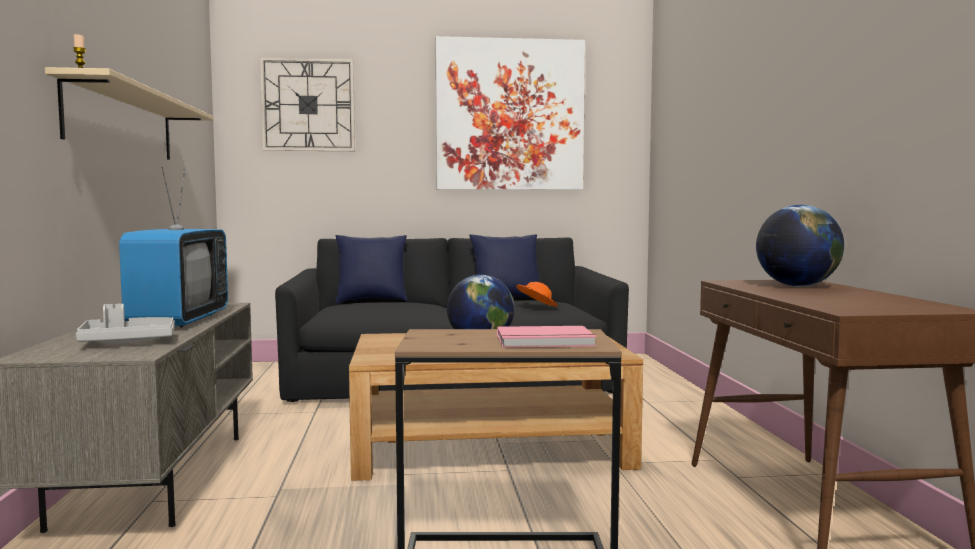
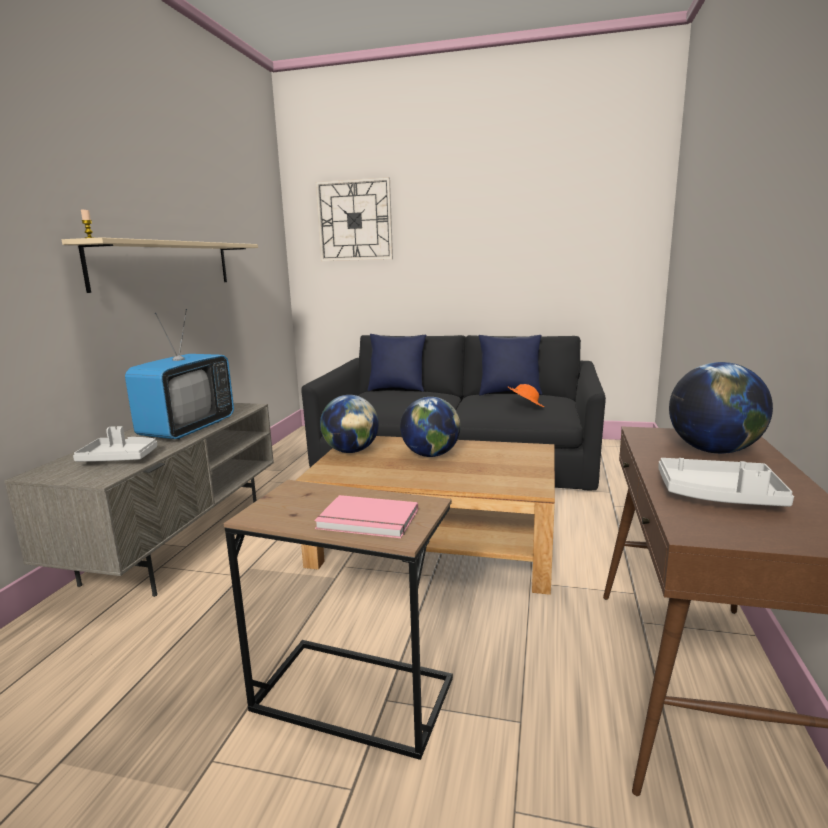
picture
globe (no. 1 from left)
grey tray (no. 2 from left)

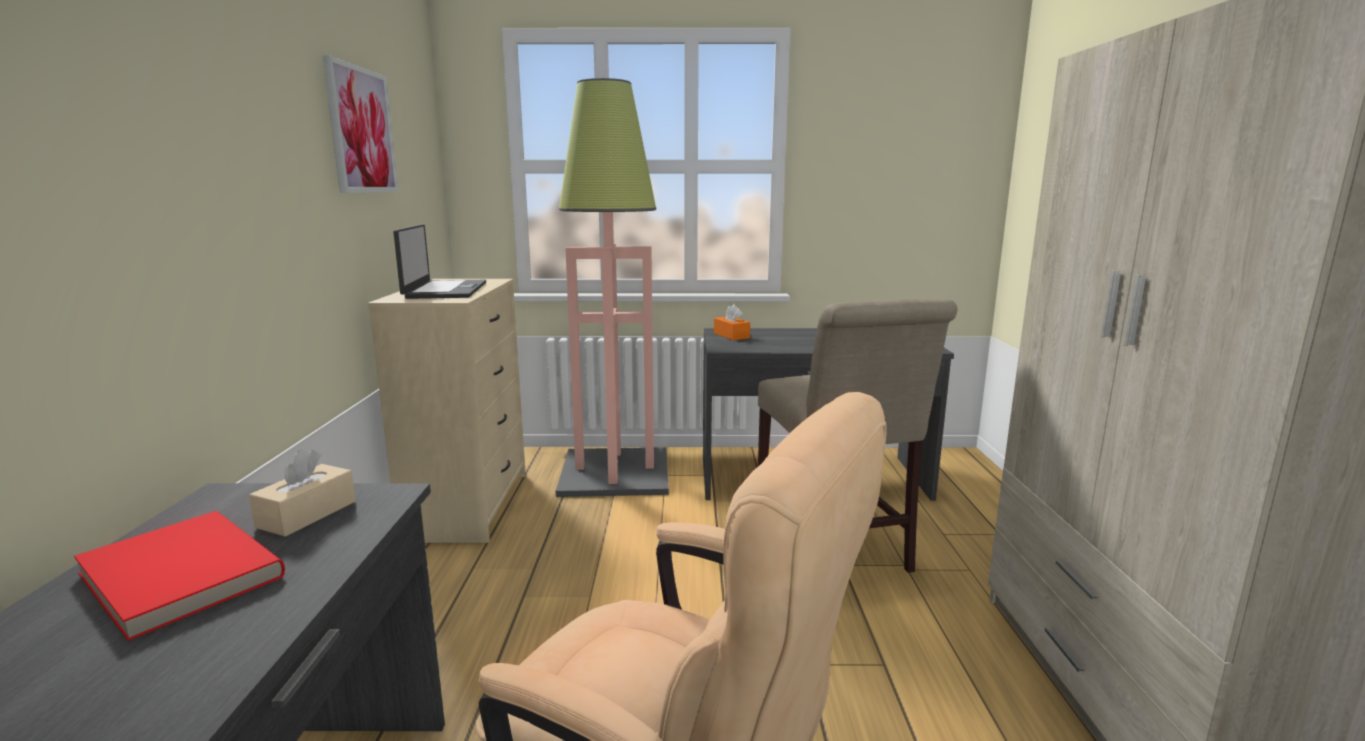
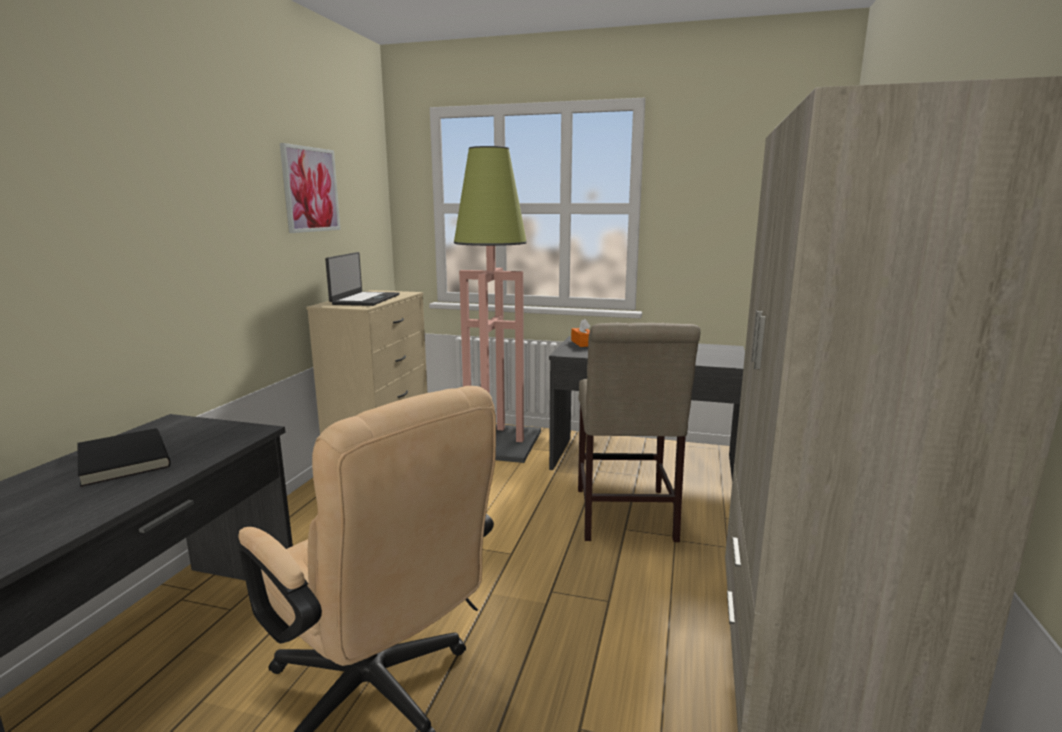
beige tissue box
black book

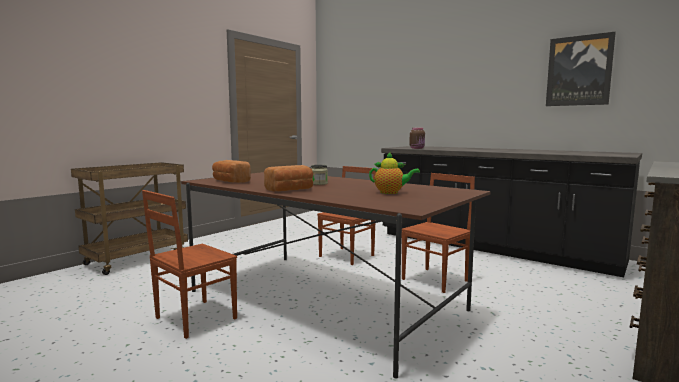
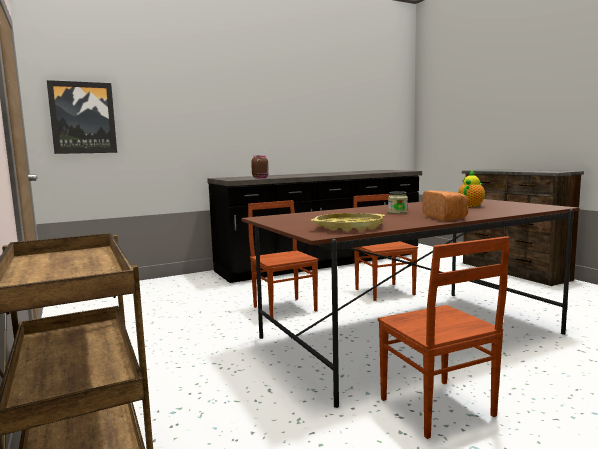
picture
yellow tray

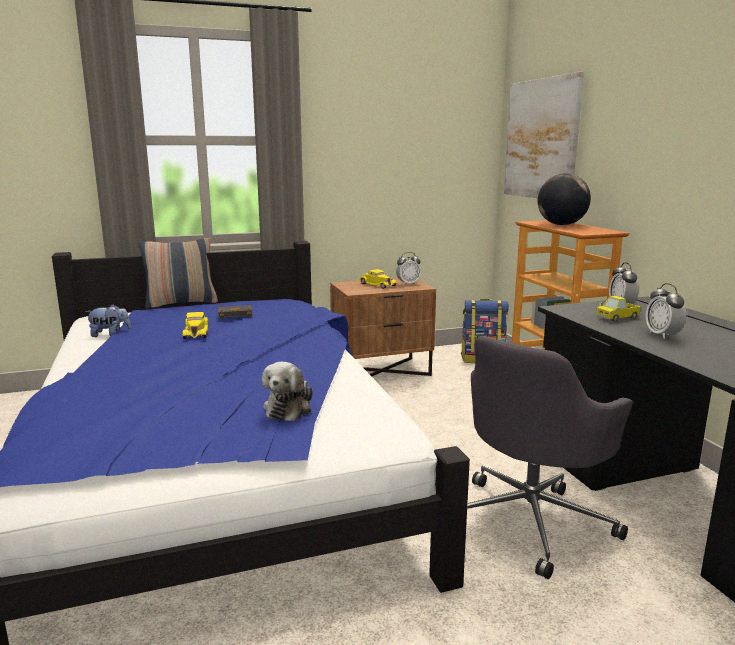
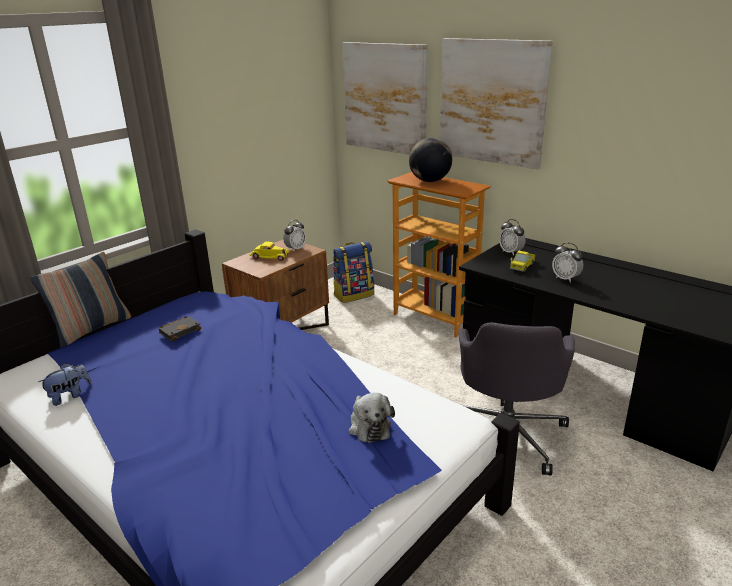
yellow toy car (no. 1 from left in the first image)
picture (no. 2 from left)

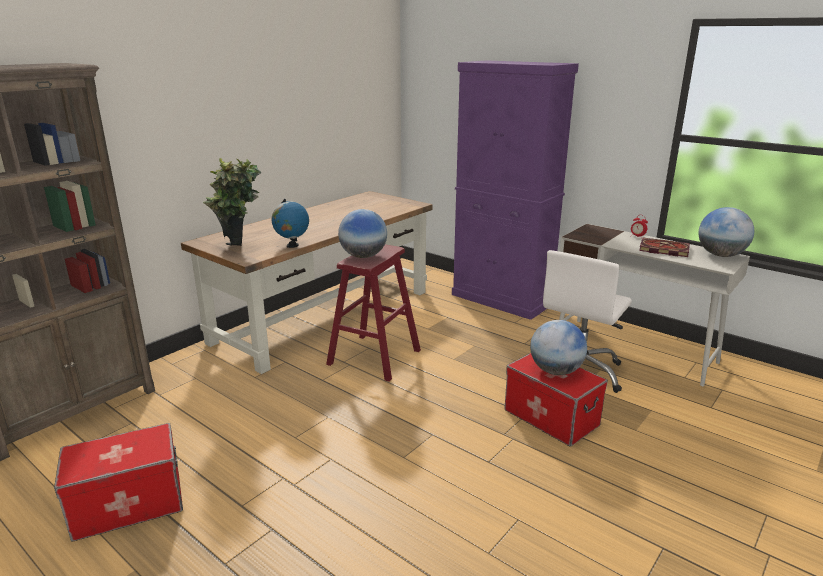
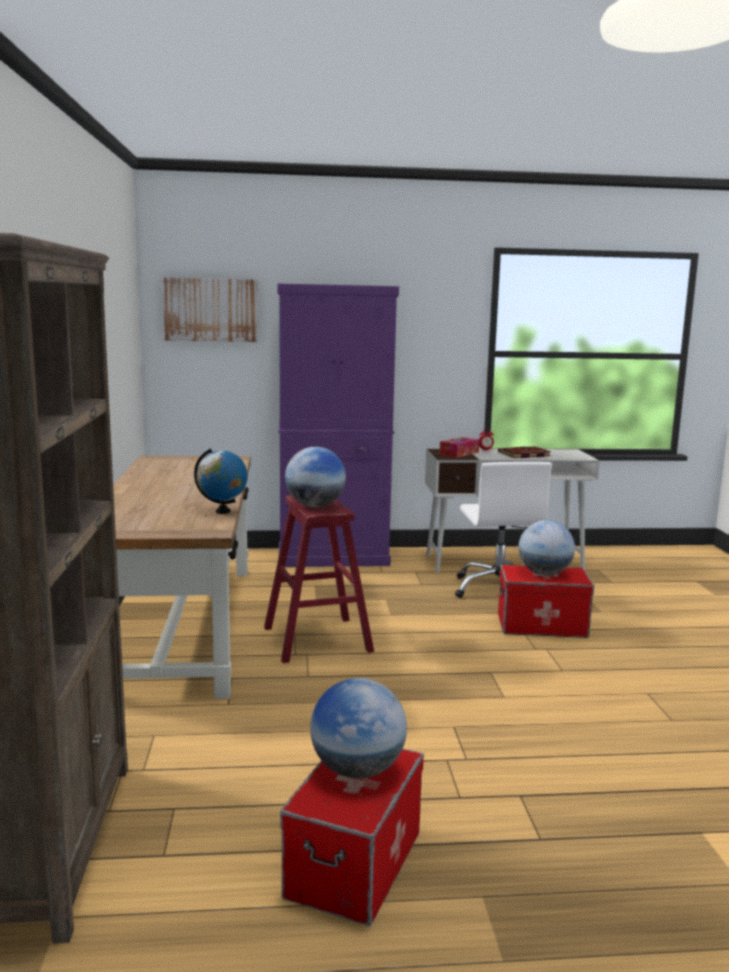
potted plant
globe (no. 3 from left)
picture
tissue box

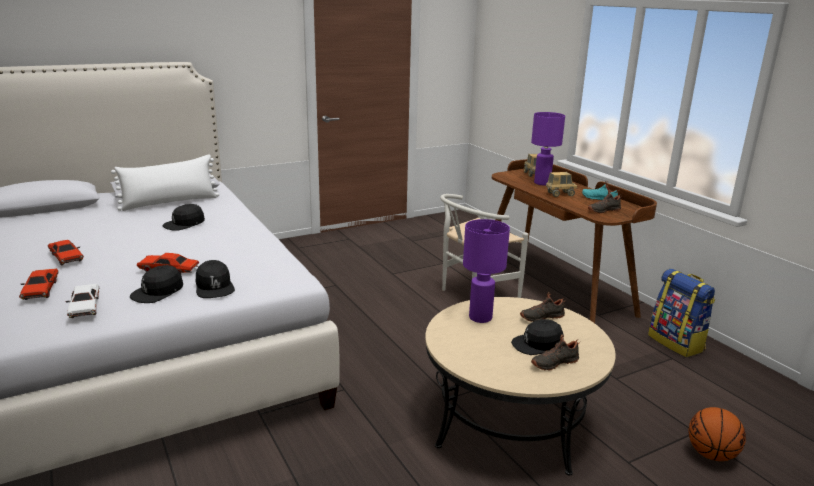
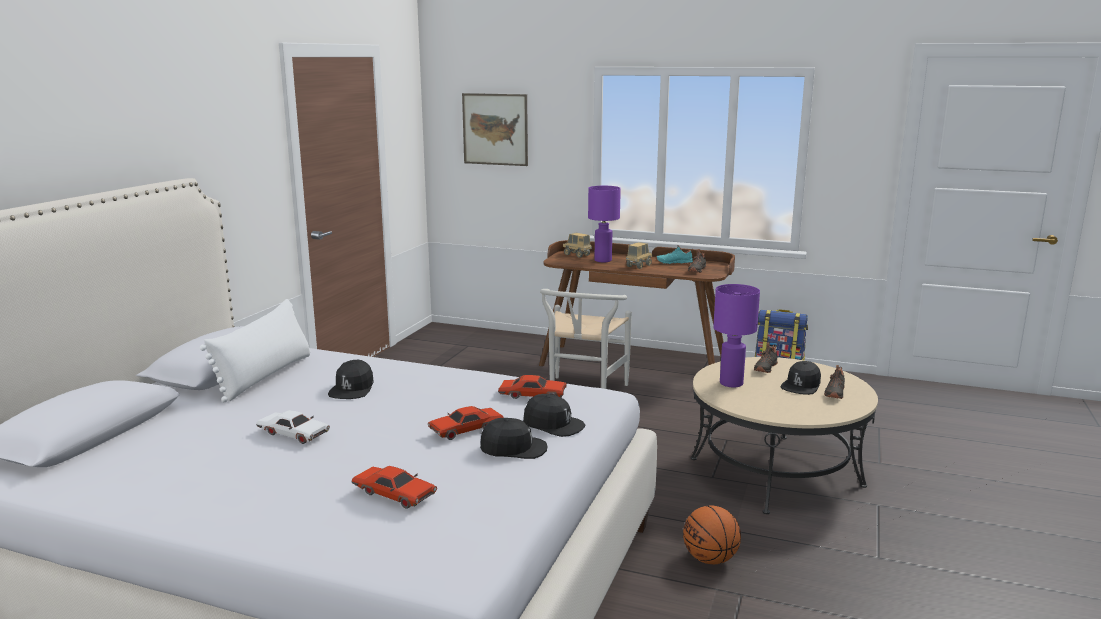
red toy car (no. 3 from left)
black cap (no. 2 from left)
white toy car
basketball
picture

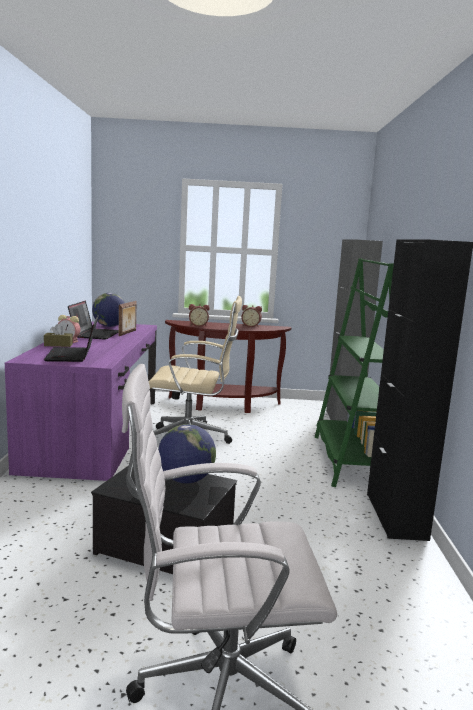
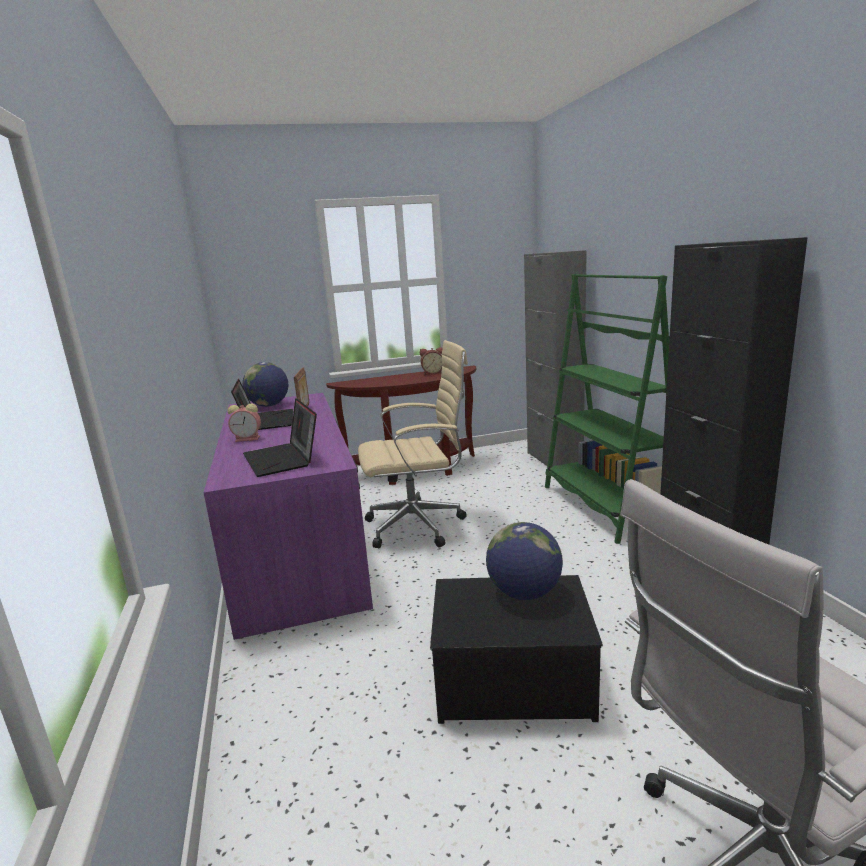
alarm clock (no. 2 from left in the first image)
brown tissue box

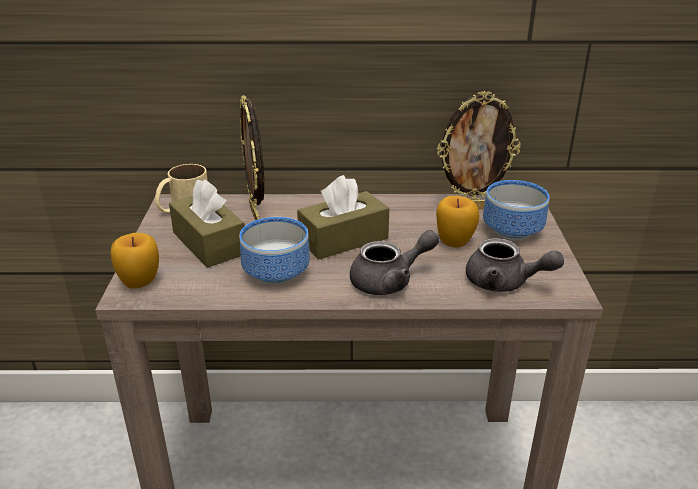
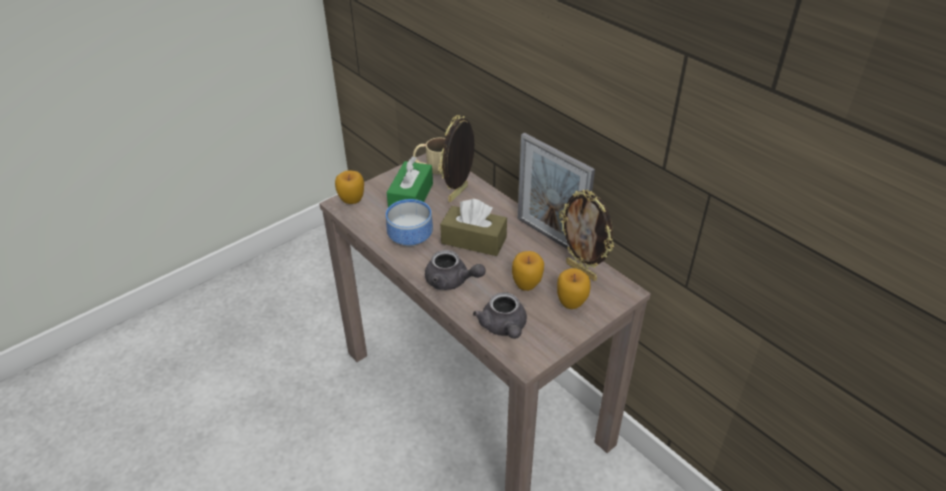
green tissue box
apple (no. 3 from left)
picture frame (no. 2 from left)

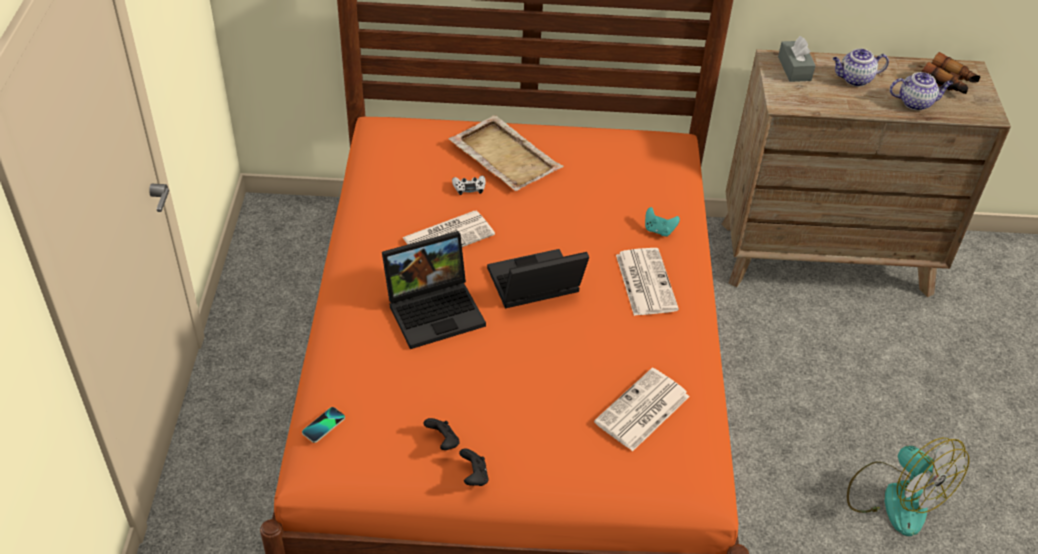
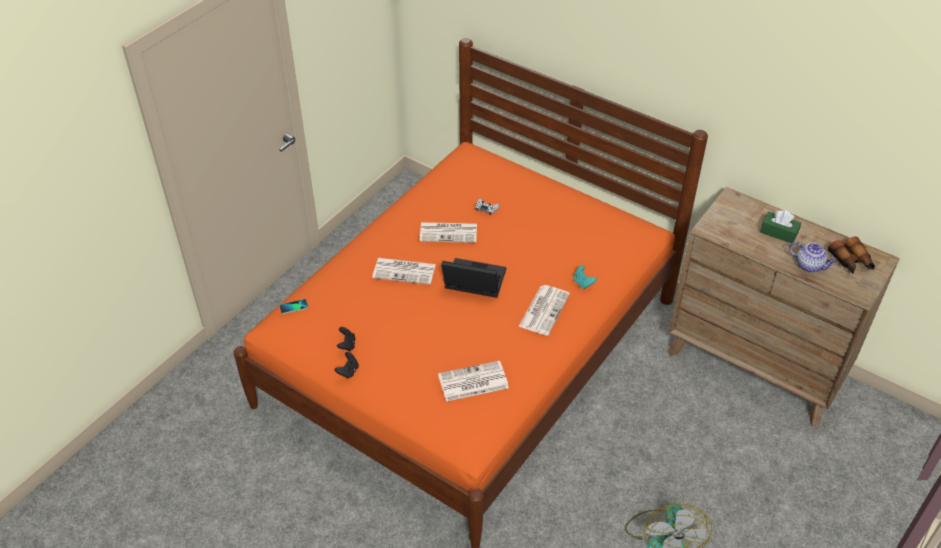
grey tissue box
green tissue box
beige tray
newspaper (no. 1 from left)

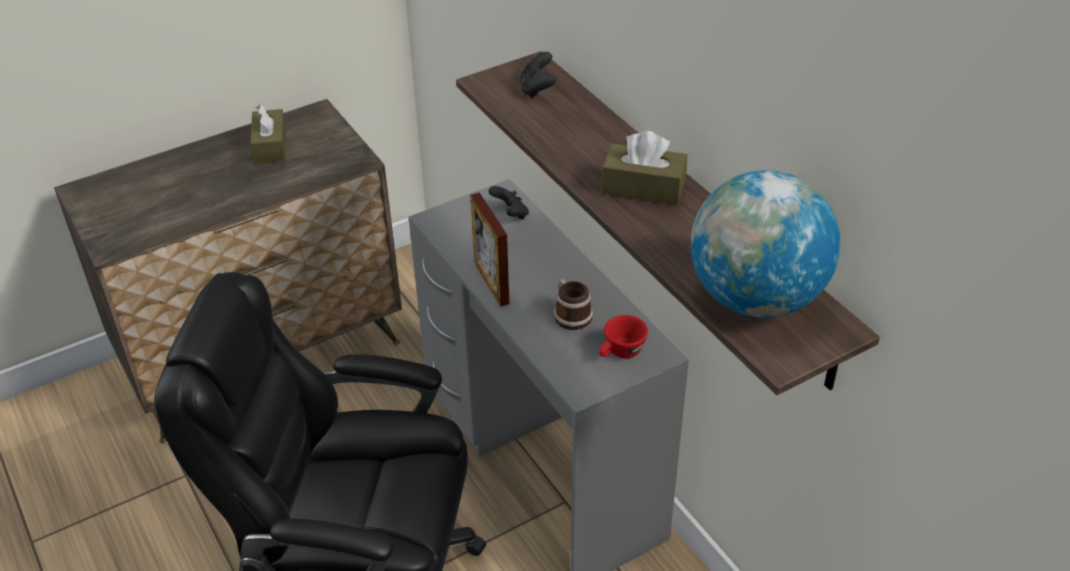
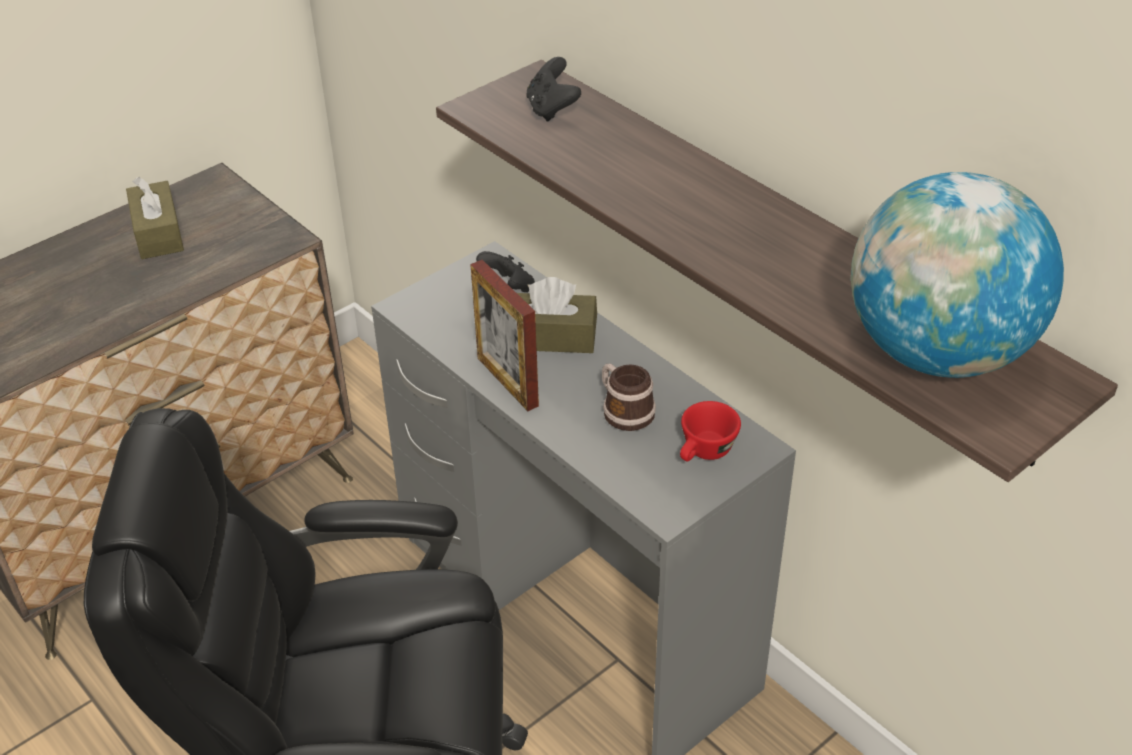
brown tissue box (no. 2 from left)

